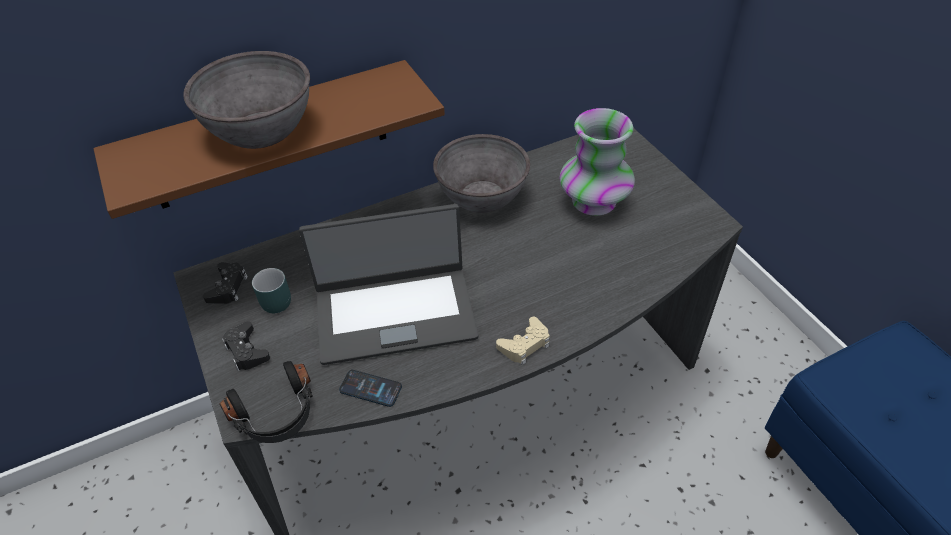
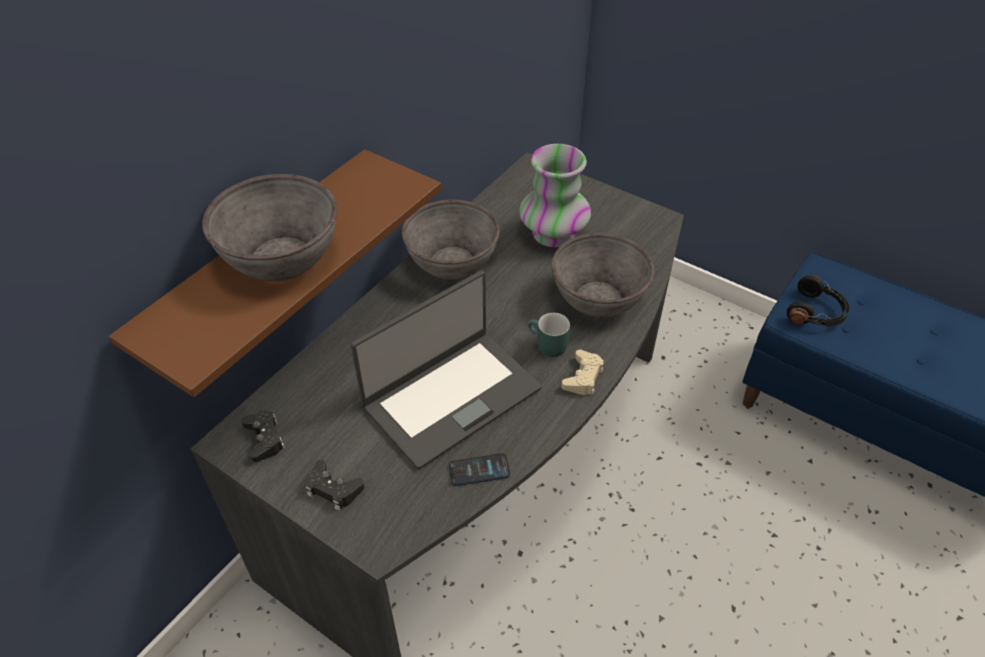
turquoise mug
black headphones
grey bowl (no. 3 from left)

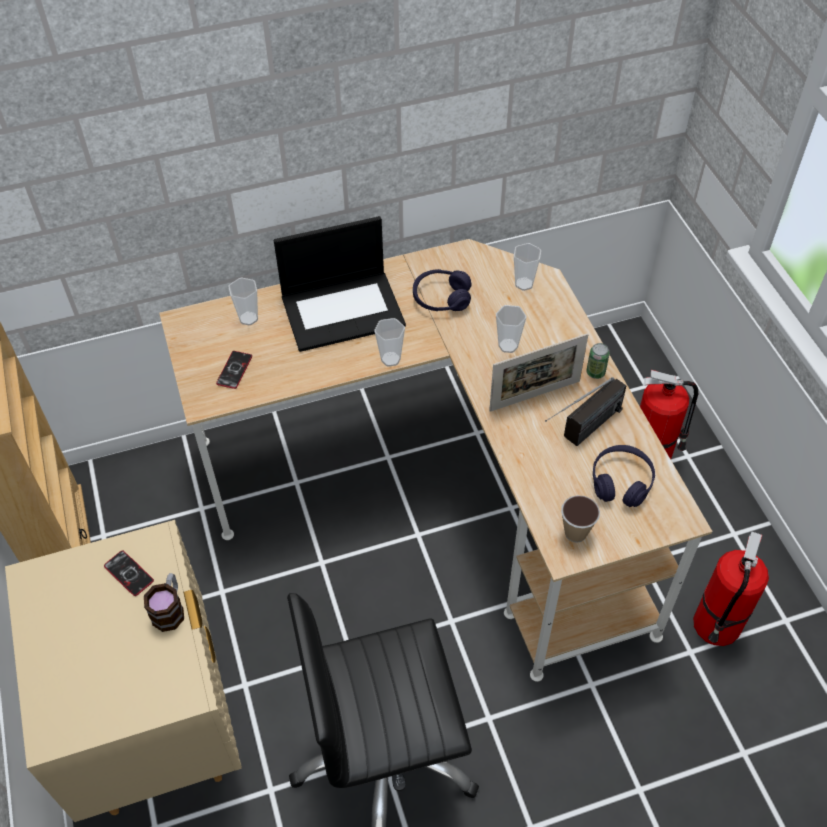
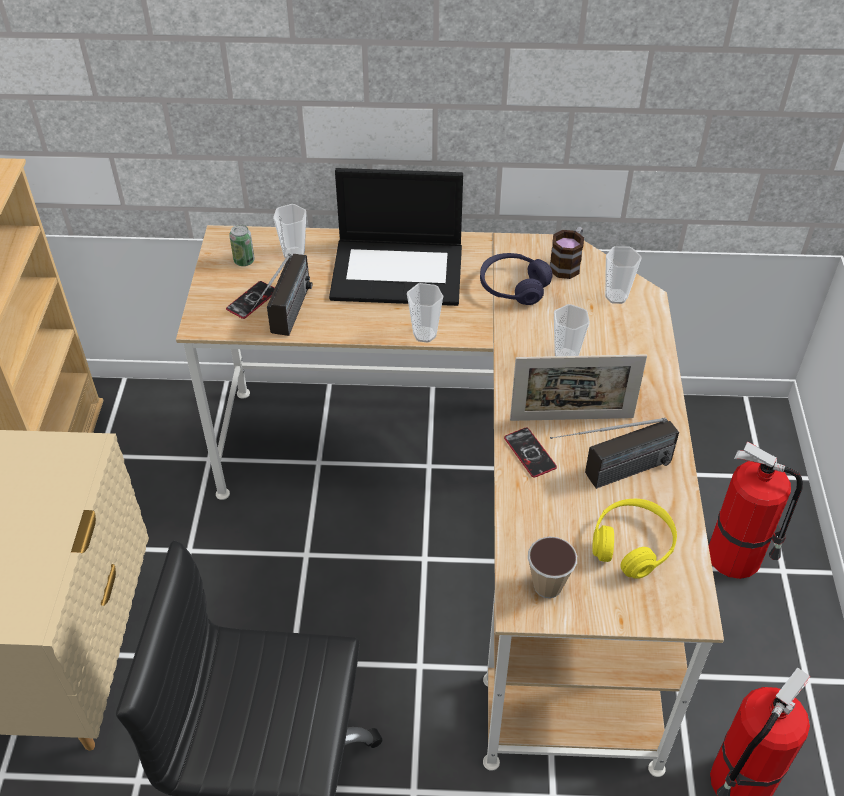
can
yellow headphones
phone (no. 2 from left)
mug
radio (no. 1 from left)

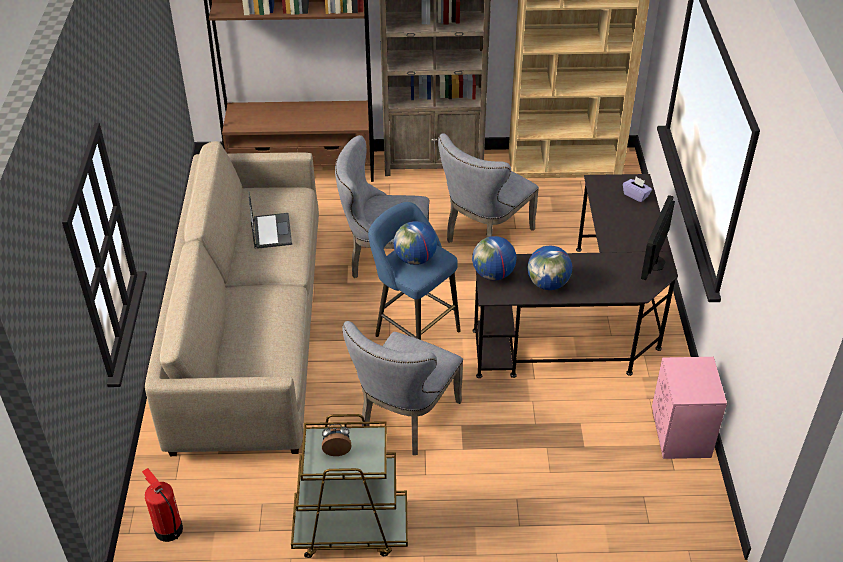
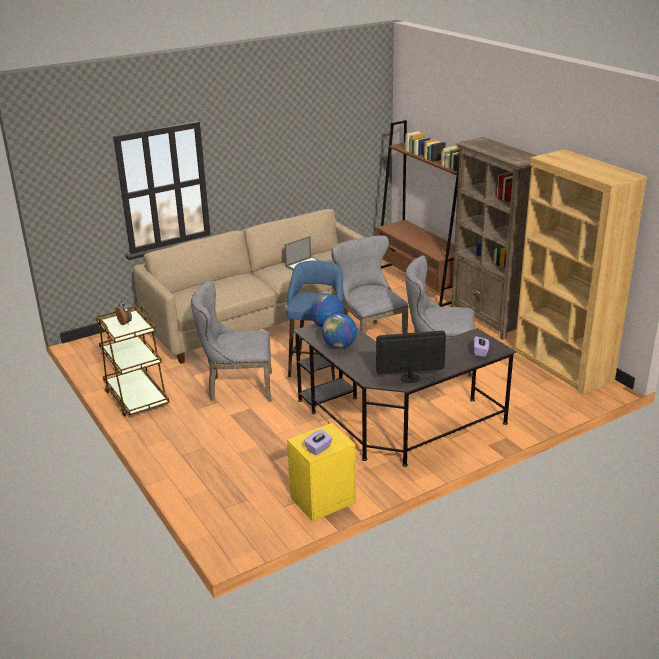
globe (no. 1 from left in the first image)
yellow nightstand
fire extinguisher
purple tissue box (no. 1 from left)

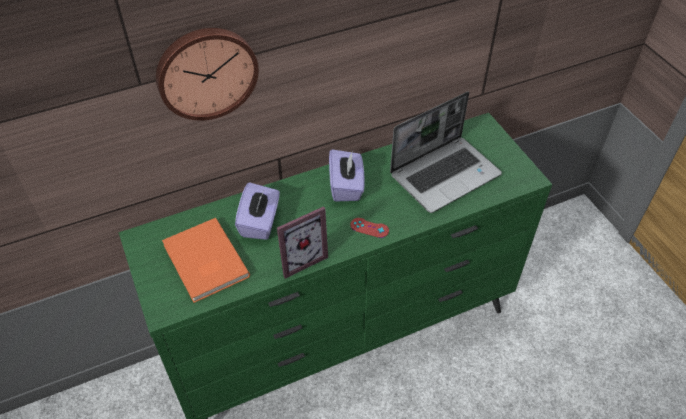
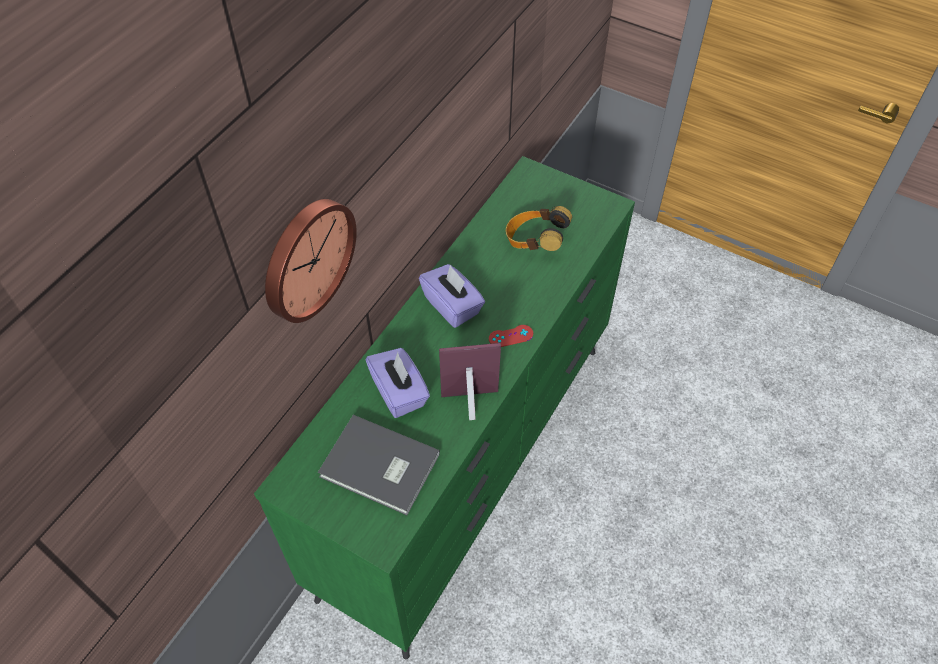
headphones
picture frame
grey book

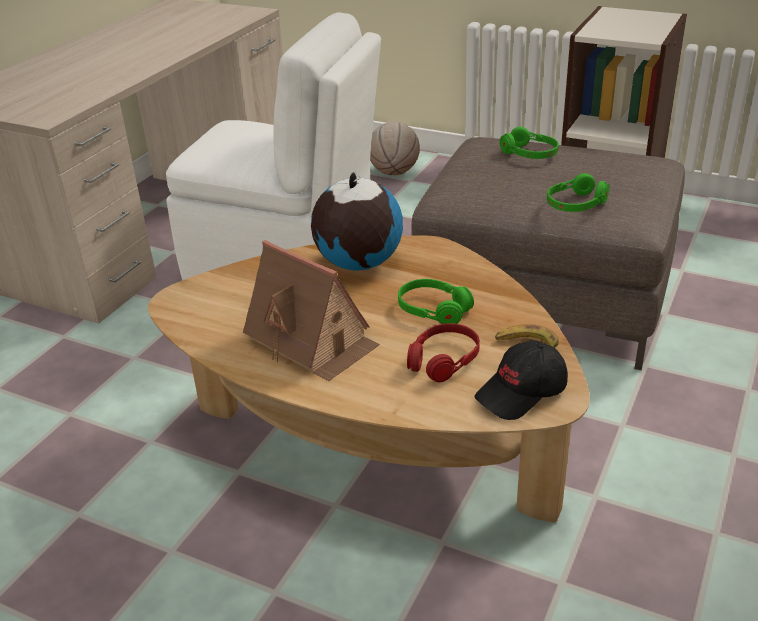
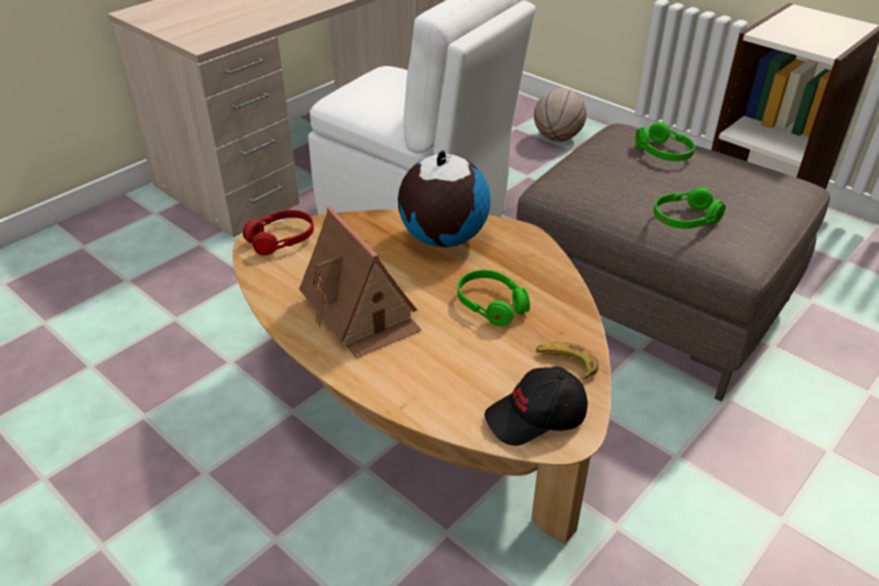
red headphones

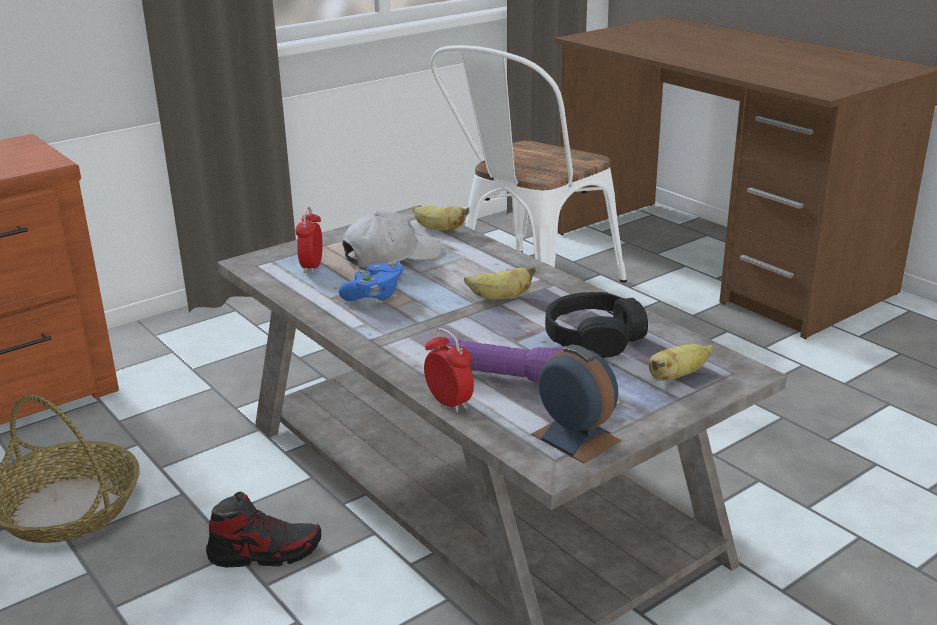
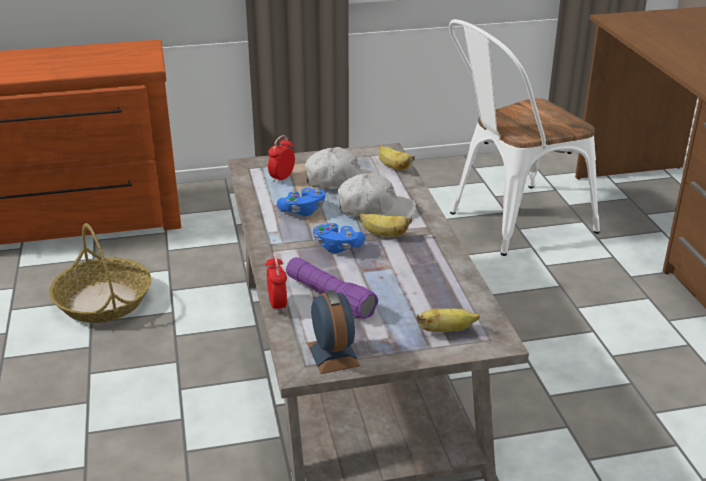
black headphones
shoe
white cap (no. 2 from left)
blue game controller (no. 2 from left)

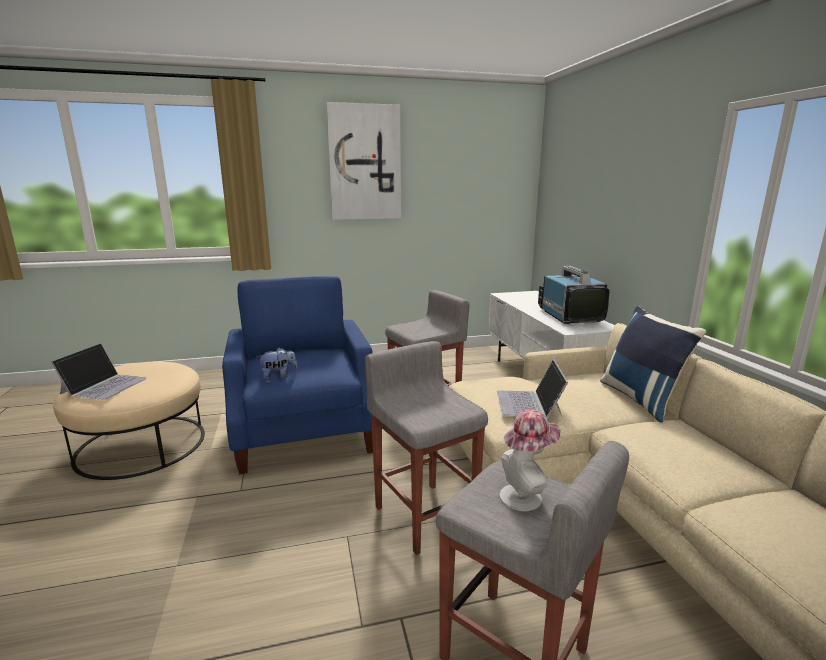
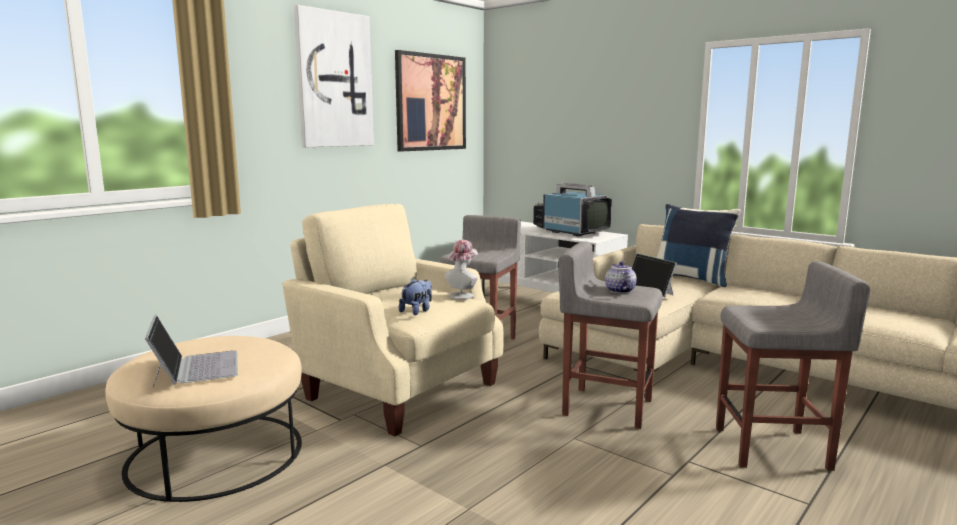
beige armchair
hat
picture (no. 2 from left)
teapot

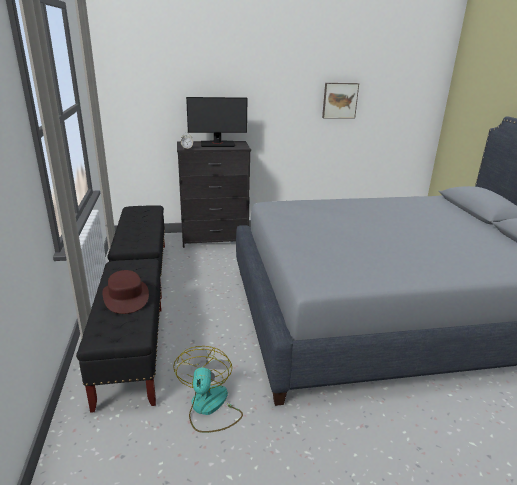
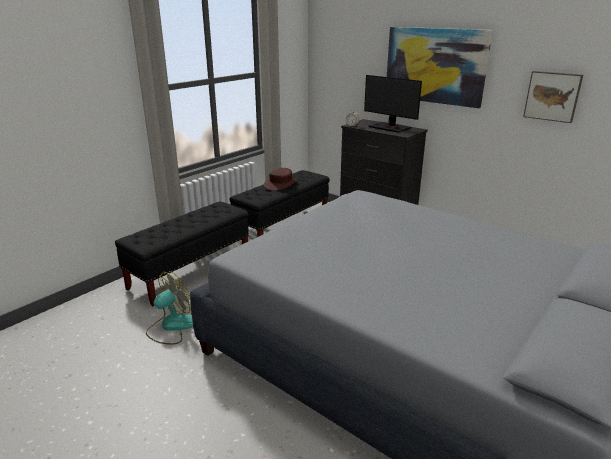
brown hat
picture (no. 1 from left)

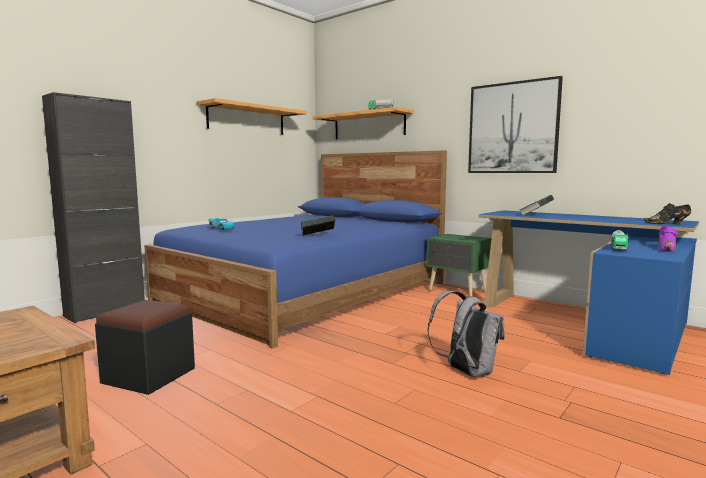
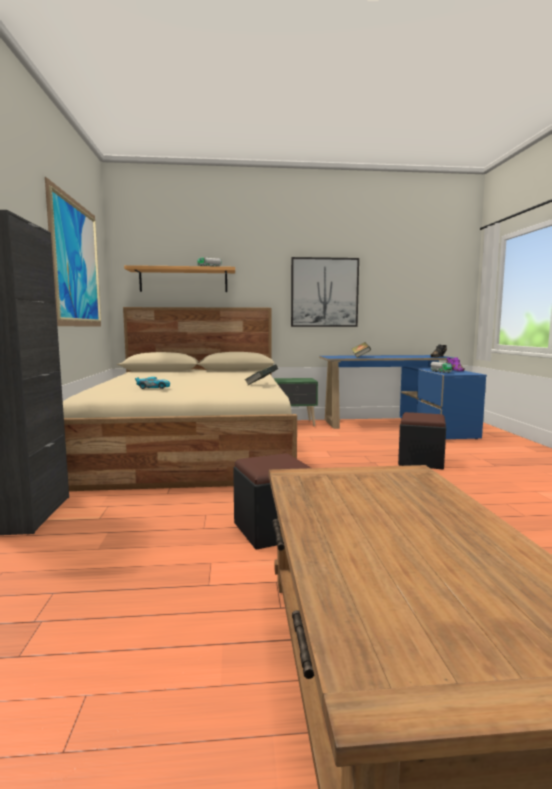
picture (no. 1 from left)
beige bed
black ottoman (no. 2 from left)

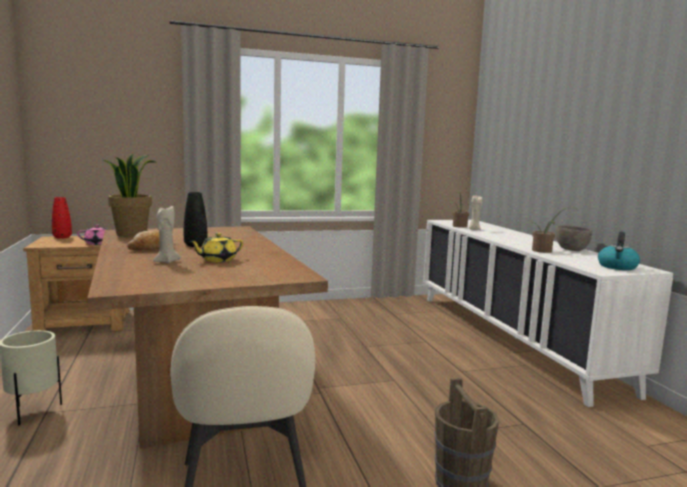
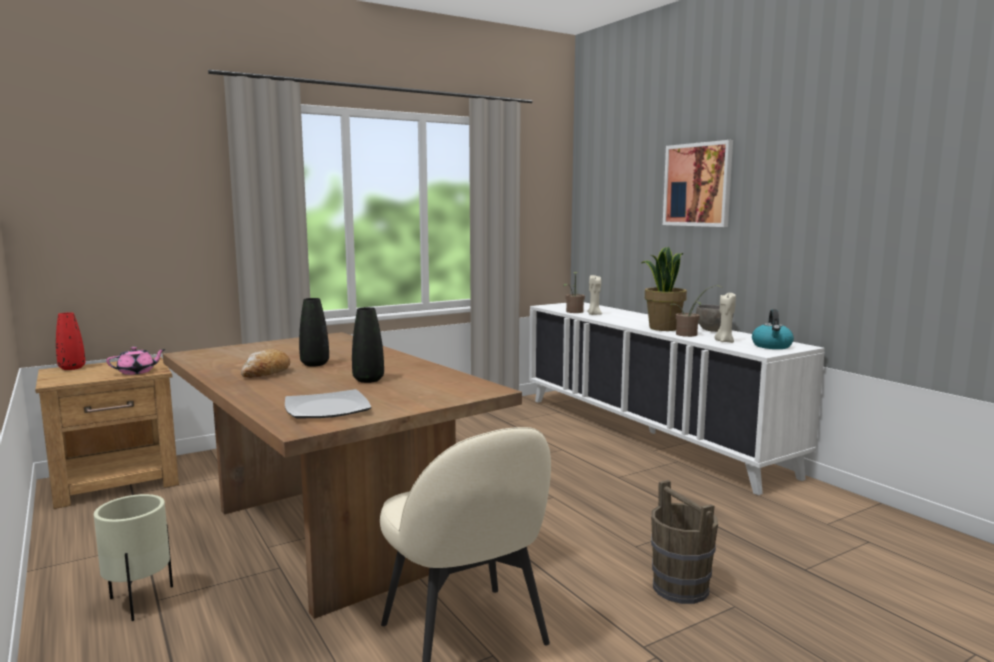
potted plant (no. 2 from left)
beige candle (no. 2 from left)
black vase (no. 2 from left)
picture
plate

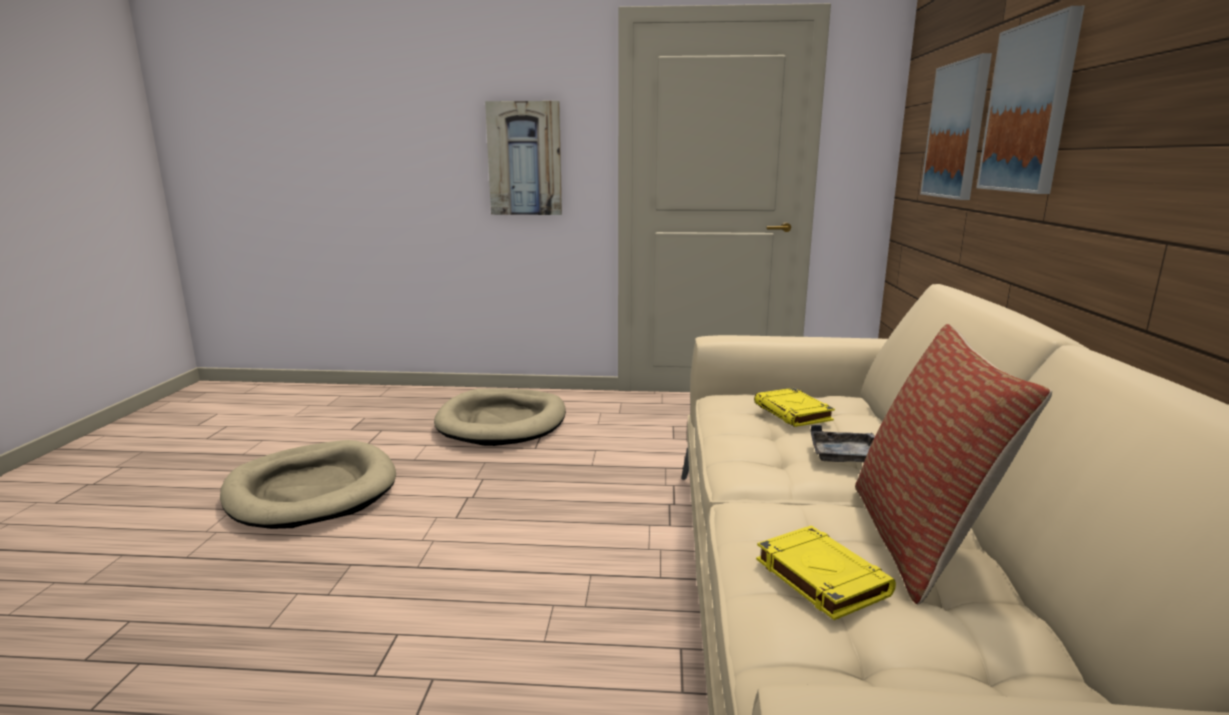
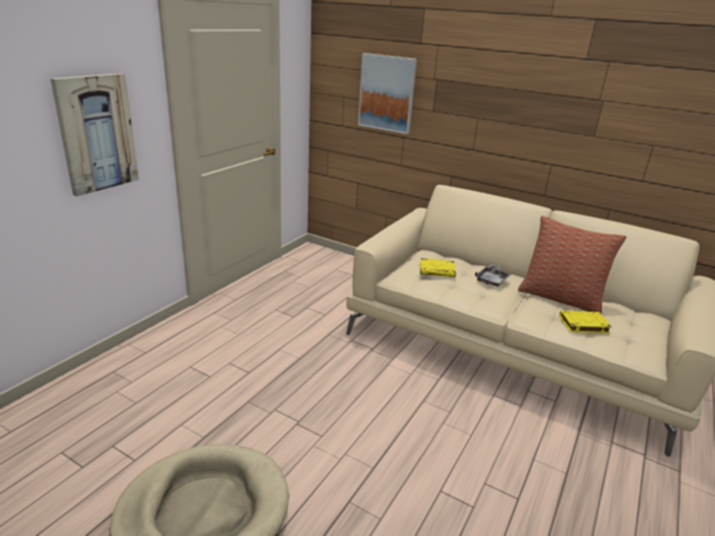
picture (no. 3 from left in the first image)
beige dog bed (no. 2 from left in the first image)

